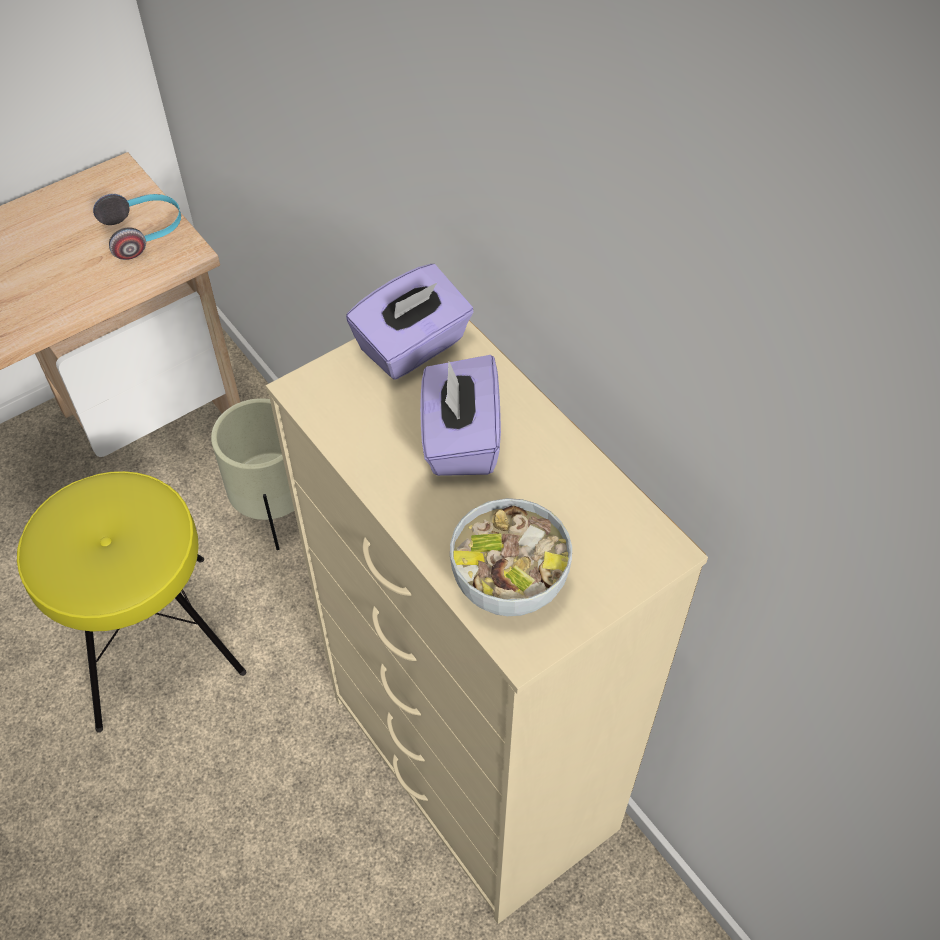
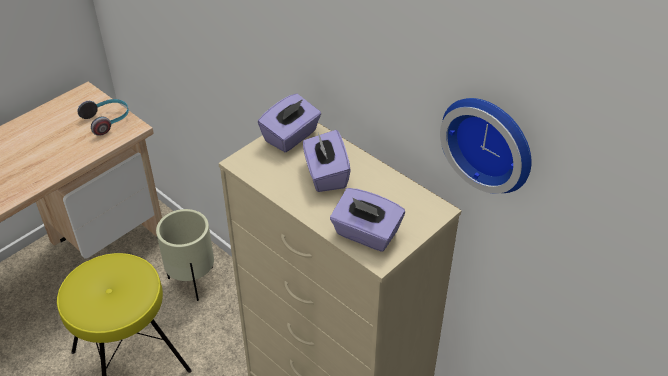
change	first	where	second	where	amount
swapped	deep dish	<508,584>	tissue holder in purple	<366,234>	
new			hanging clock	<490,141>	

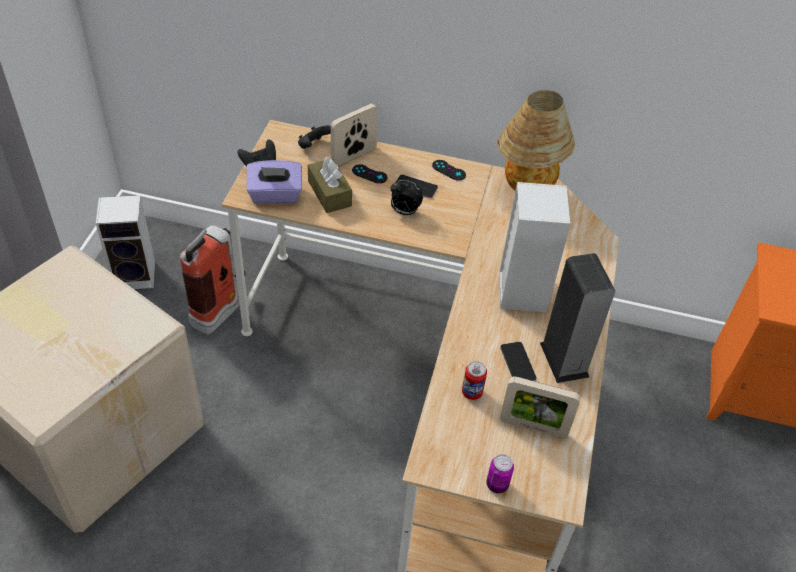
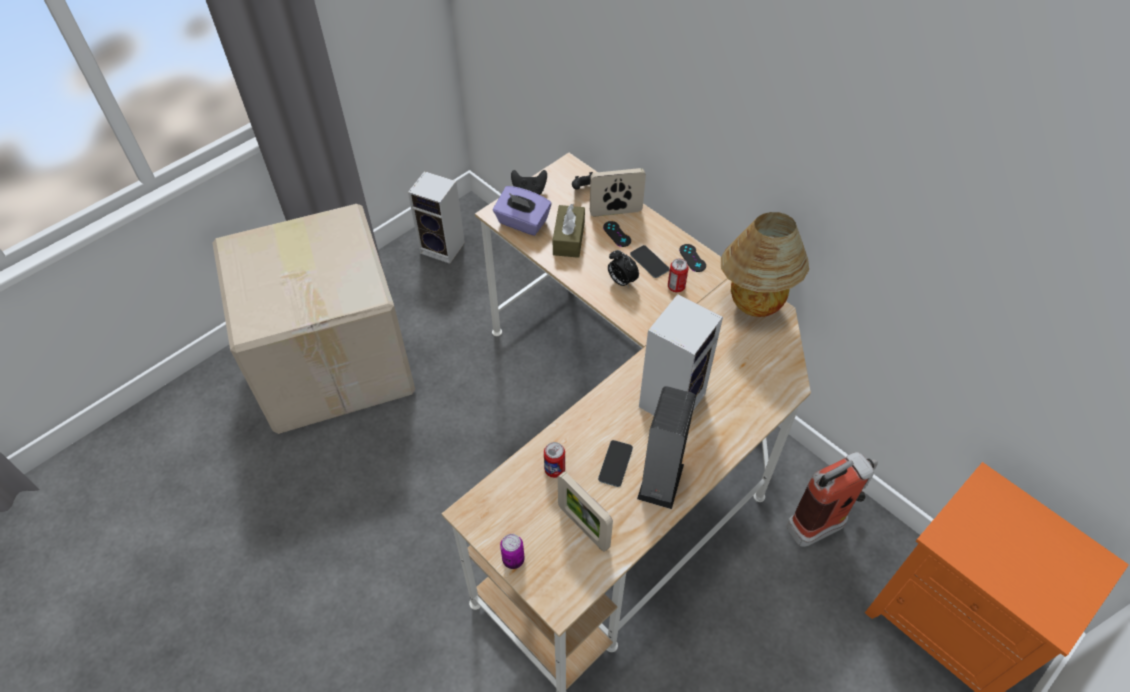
change	first	where	second	where	amount
shifted	fire extinguisher	<222,310>		<823,522>	
new			sealed can	<676,287>	

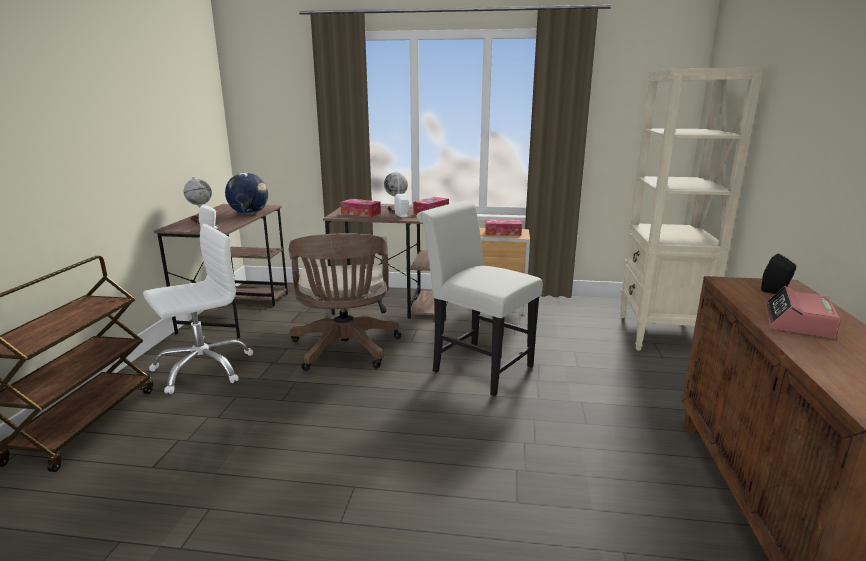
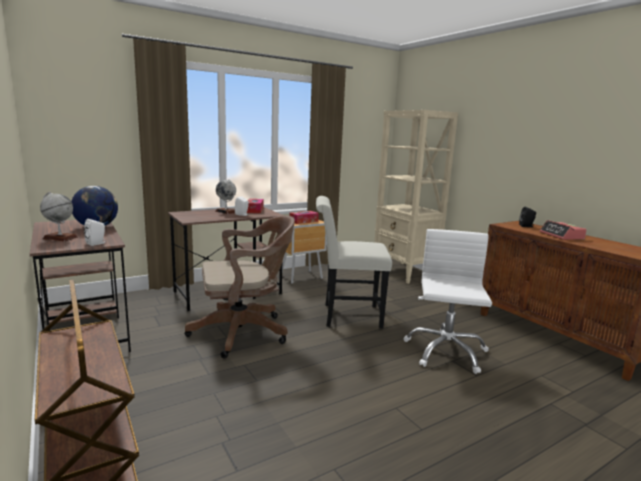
change	first	where	second	where	amount
shifted	computer chair in white	<203,368>		<445,351>	
rotated	computer chair in brownish	<345,350>		<244,332>	60 degrees counterclockwise
gone	tissue holder	<361,213>			

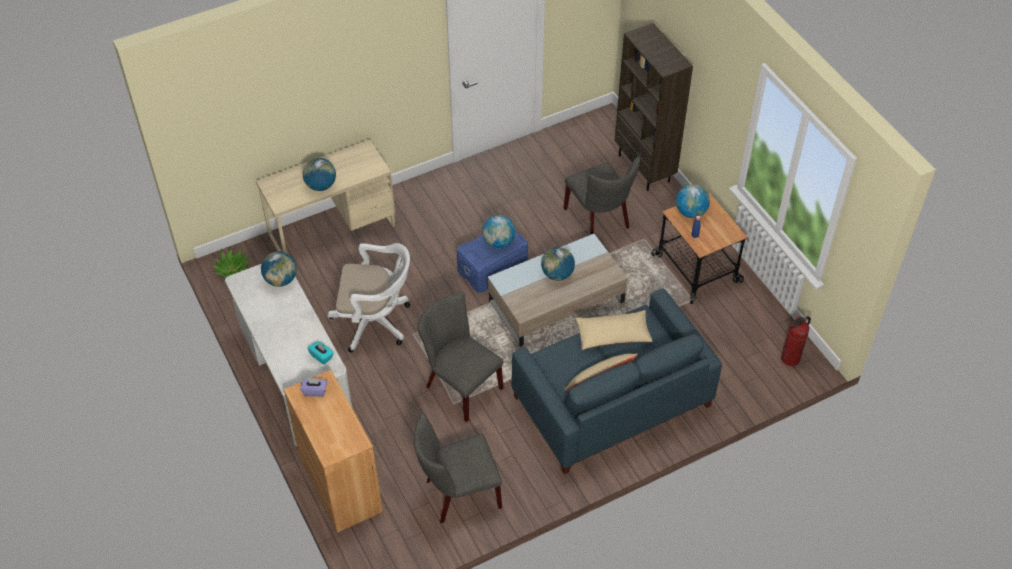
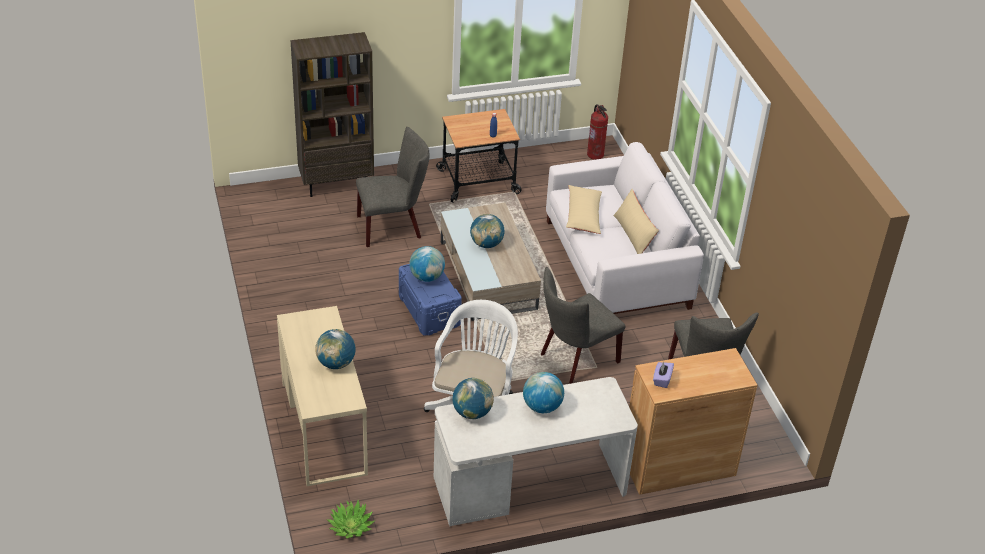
change	first	where	second	where	amount
gone	tissue holder in turquoise-coloured	<321,356>			
repainted	sofa in blue	<610,400>	sofa in white	<616,264>	
shifted	world globe	<691,212>		<542,406>	

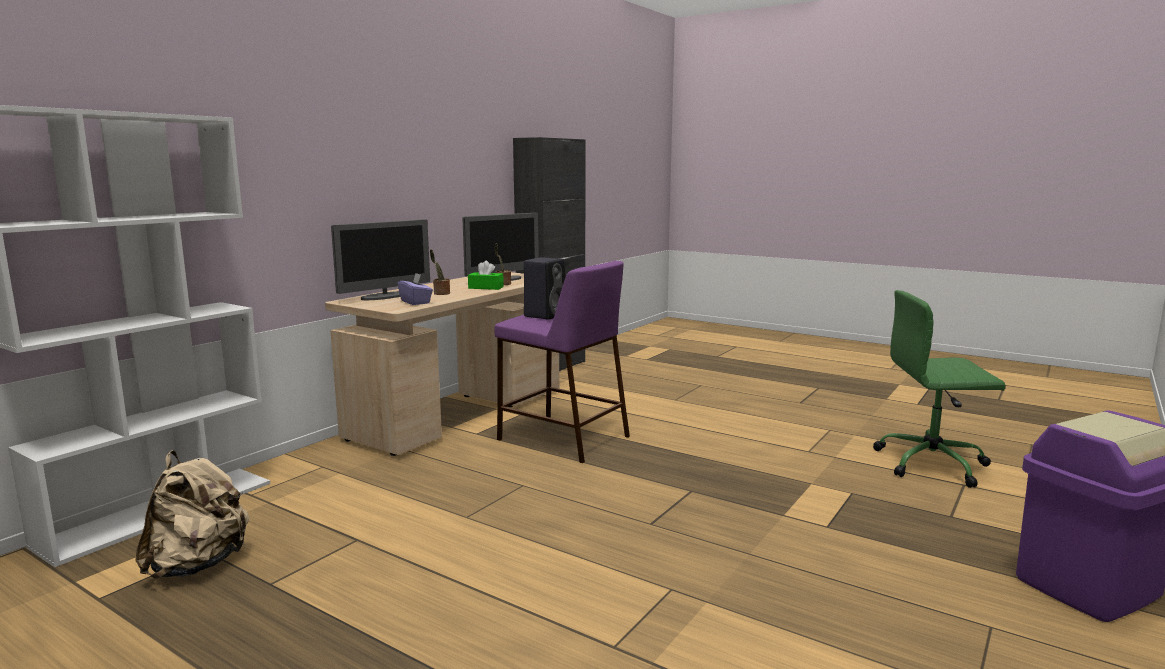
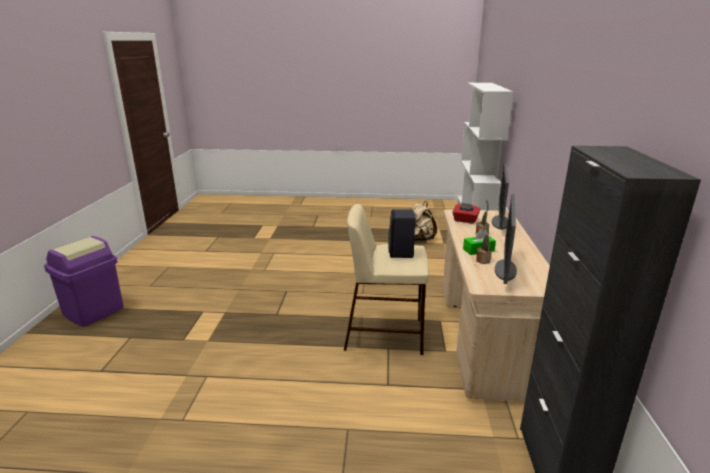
change	first	where	second	where	amount
repainted	tissue holder in purple	<416,302>	tissue holder in red-coloured	<465,220>	
repainted	stool in purple	<561,438>	stool in beige	<385,334>	
gone	computer chair in green	<933,464>			

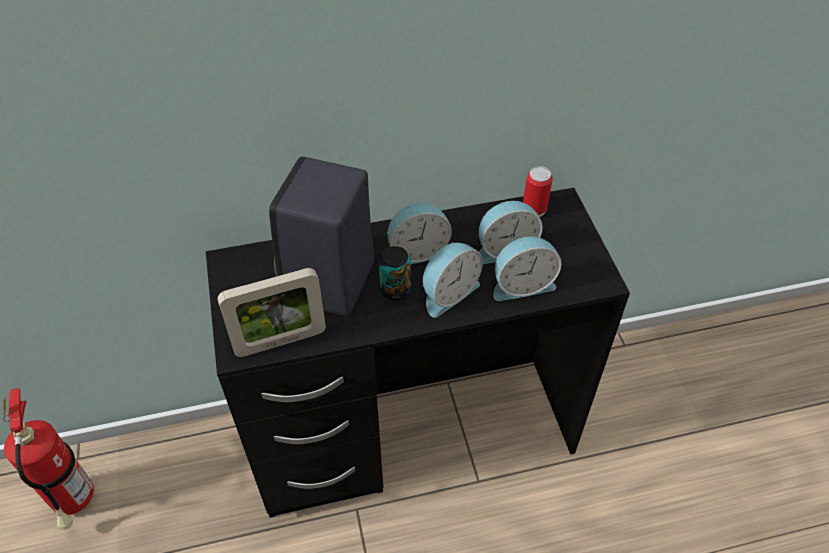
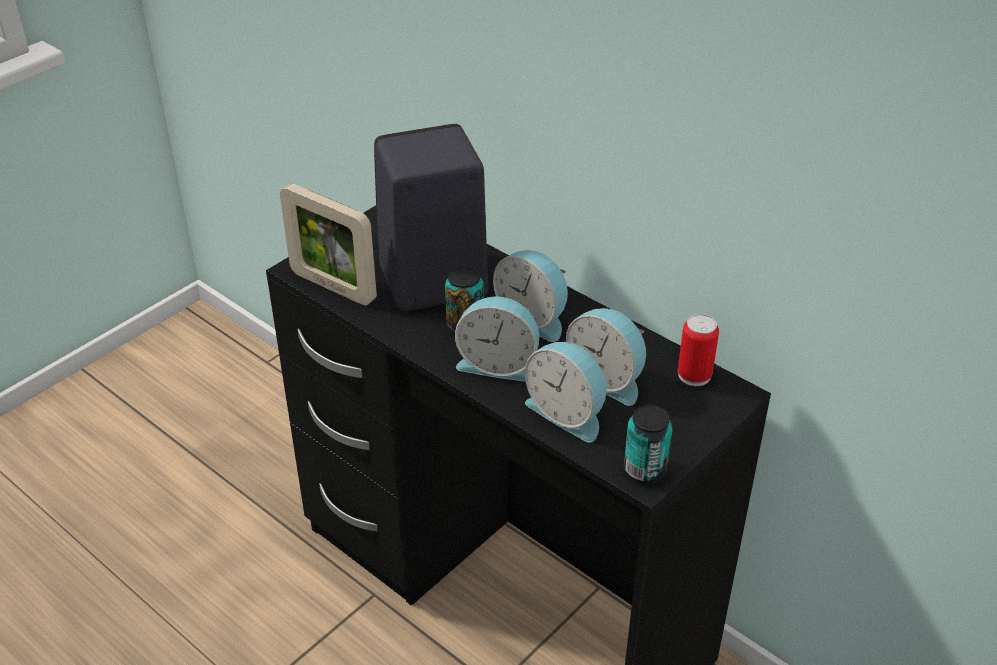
change	first	where	second	where	amount
gone	fire extinguisher	<74,503>			
new			sealed can	<645,470>	

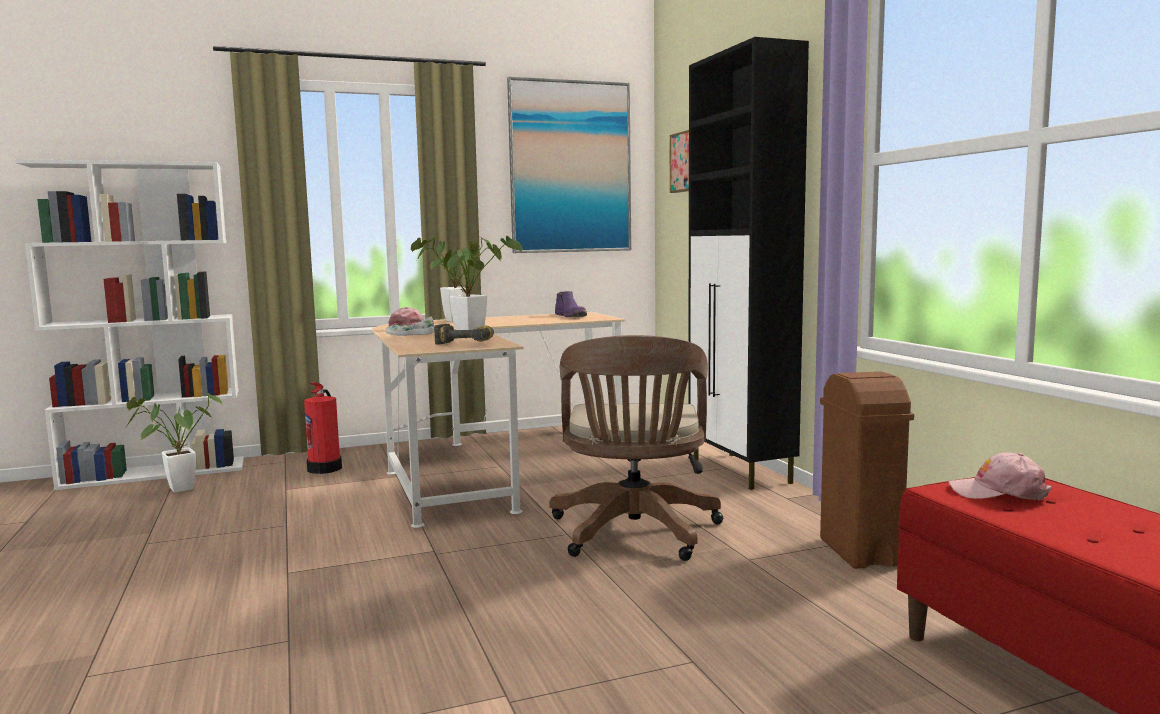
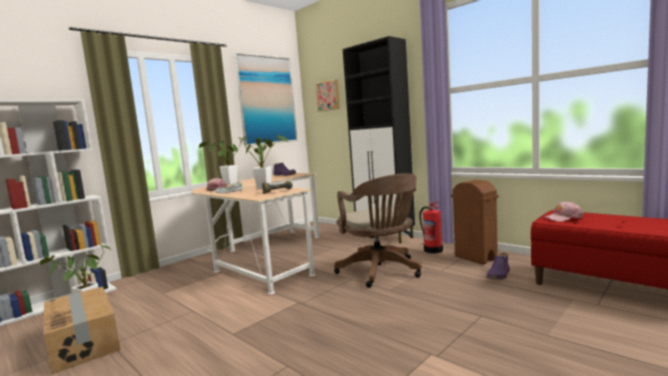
change	first	where	second	where	amount
shifted	fire extinguisher	<325,468>		<433,250>	
new			packing box	<84,342>	
new			boot in purple	<499,275>	

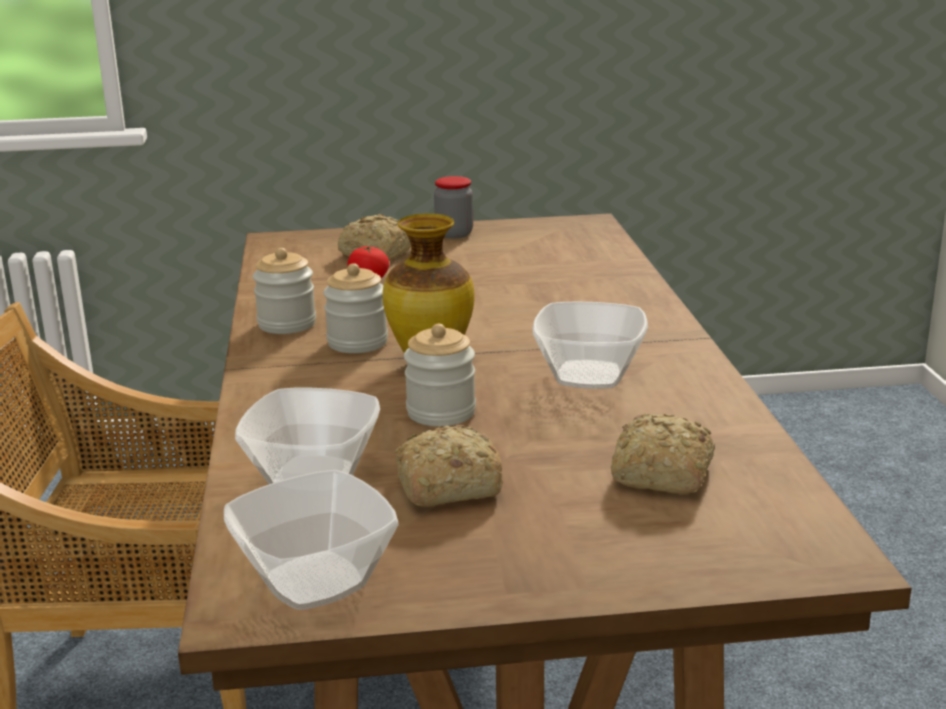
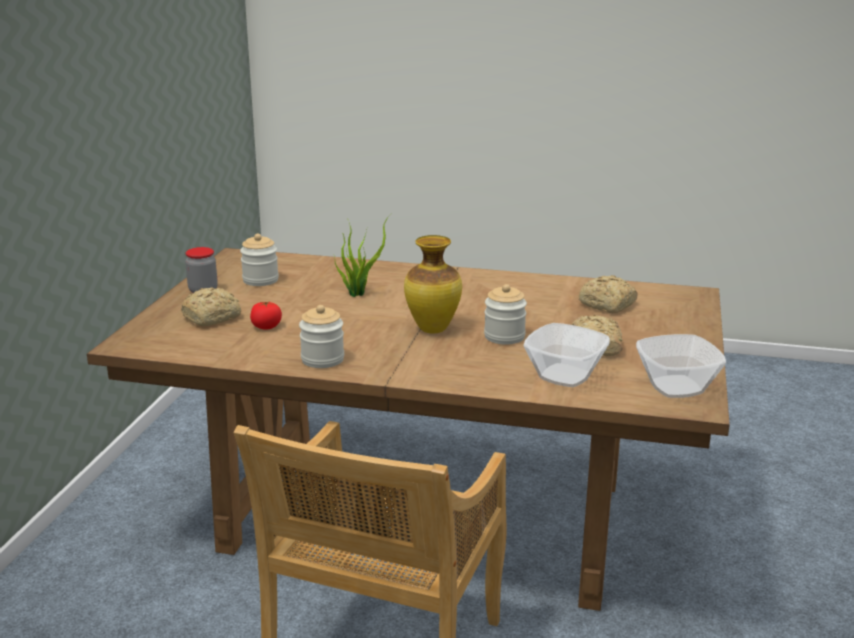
change	first	where	second	where	amount
shifted	jar	<357,342>		<260,280>	
gone	deep dish	<587,376>			
new			houseplant	<359,293>	

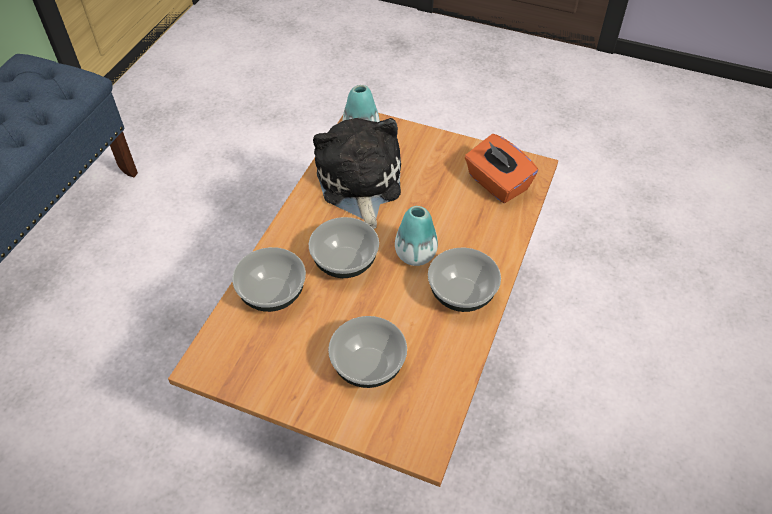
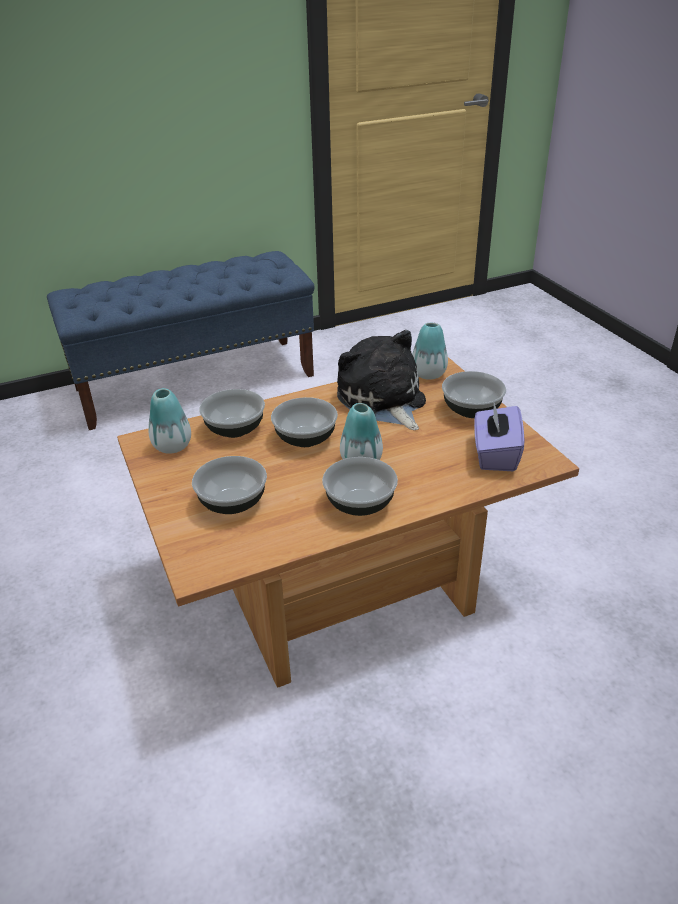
change	first	where	second	where	amount
rotated	soft toy	<359,184>		<382,401>	60 degrees counterclockwise
repainted	tissue holder in orangey	<497,183>	tissue holder in purple	<495,454>	
new			decorative vase	<172,446>	
new			deep dish	<471,410>	

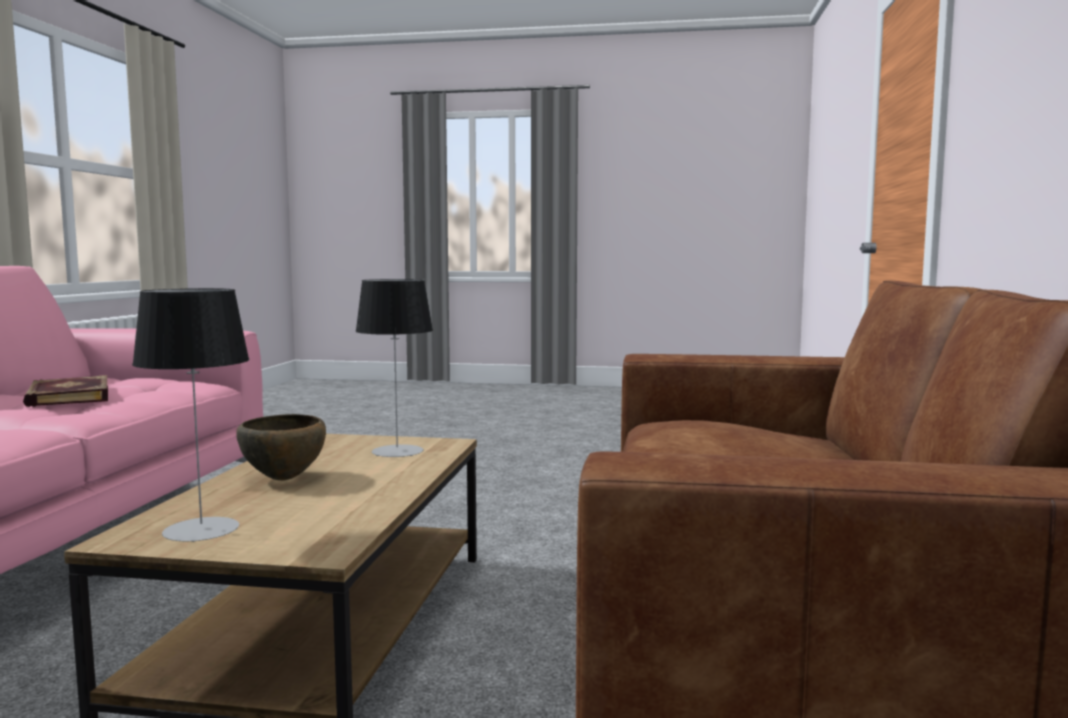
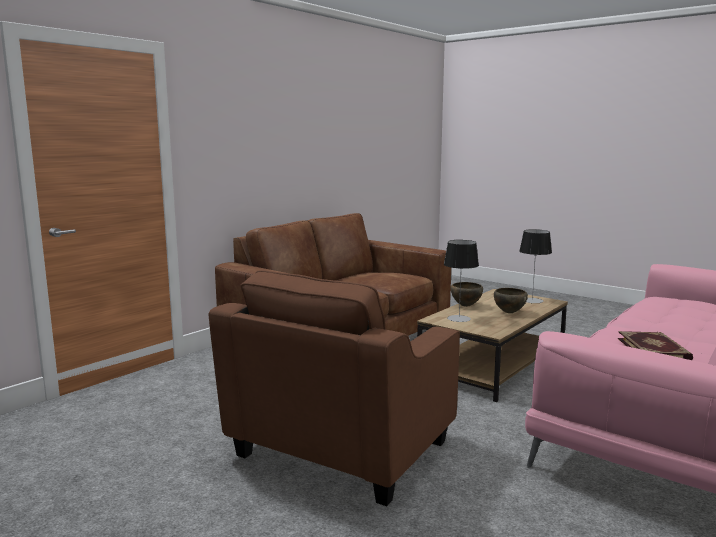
change	first	where	second	where	amount
new			lounge chair in brownish	<340,449>	
new			deep dish in brownish	<465,306>	

